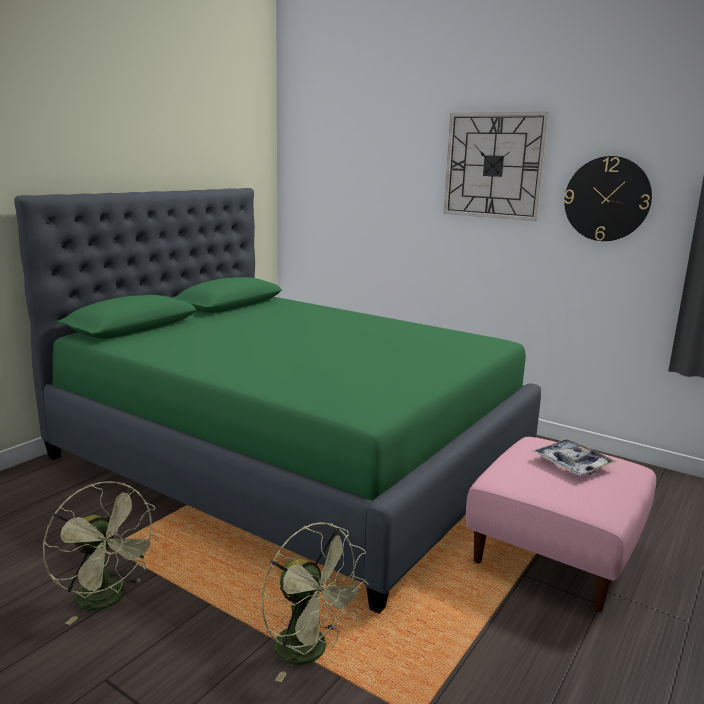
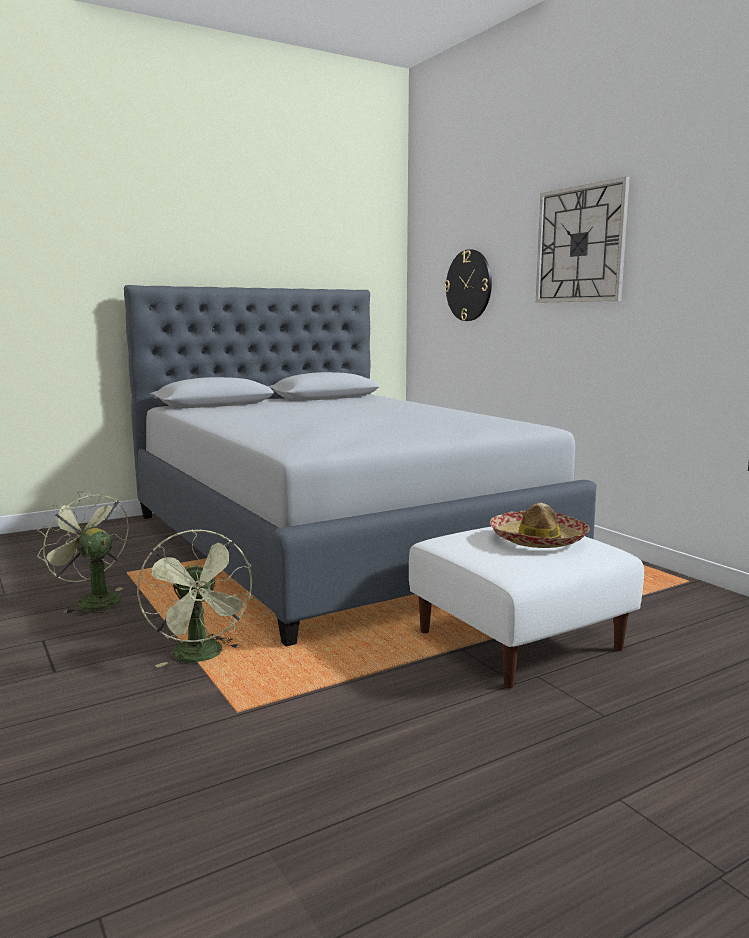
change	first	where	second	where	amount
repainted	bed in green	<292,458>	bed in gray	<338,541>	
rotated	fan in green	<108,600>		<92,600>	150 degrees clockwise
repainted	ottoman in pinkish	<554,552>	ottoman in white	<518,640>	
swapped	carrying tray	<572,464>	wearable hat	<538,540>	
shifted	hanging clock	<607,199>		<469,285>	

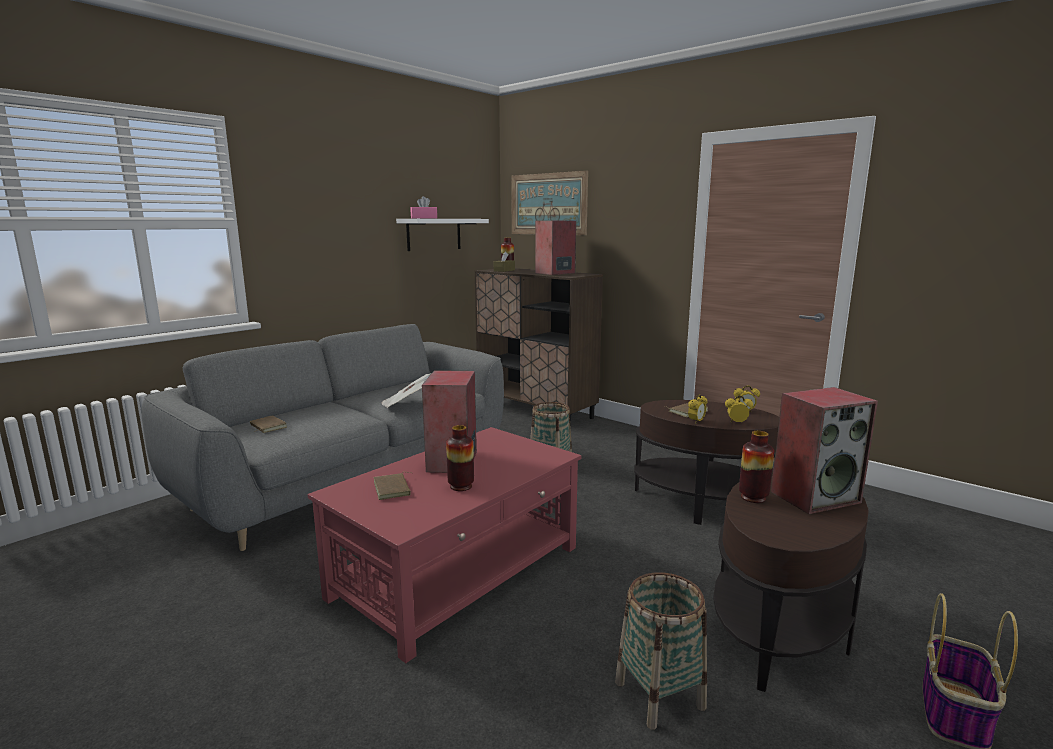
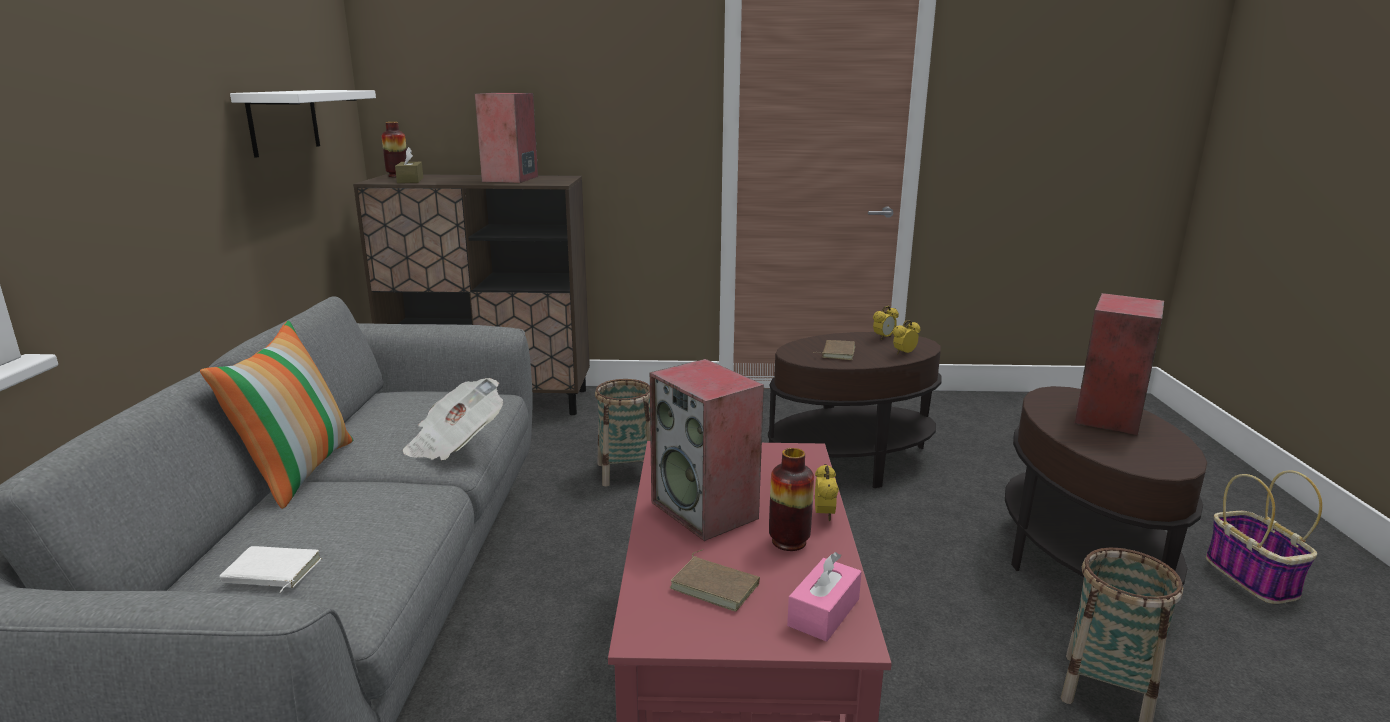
change	first	where	second	where	amount
repainted	book in brownish	<267,427>	book in white	<270,573>	
shifted	tissue holder in pinkish	<424,218>		<824,612>	
gone	wall picture	<548,204>			
shifted	table clock	<696,422>		<824,515>	
gone	decorative vase	<753,497>			
new			pillow	<297,471>	

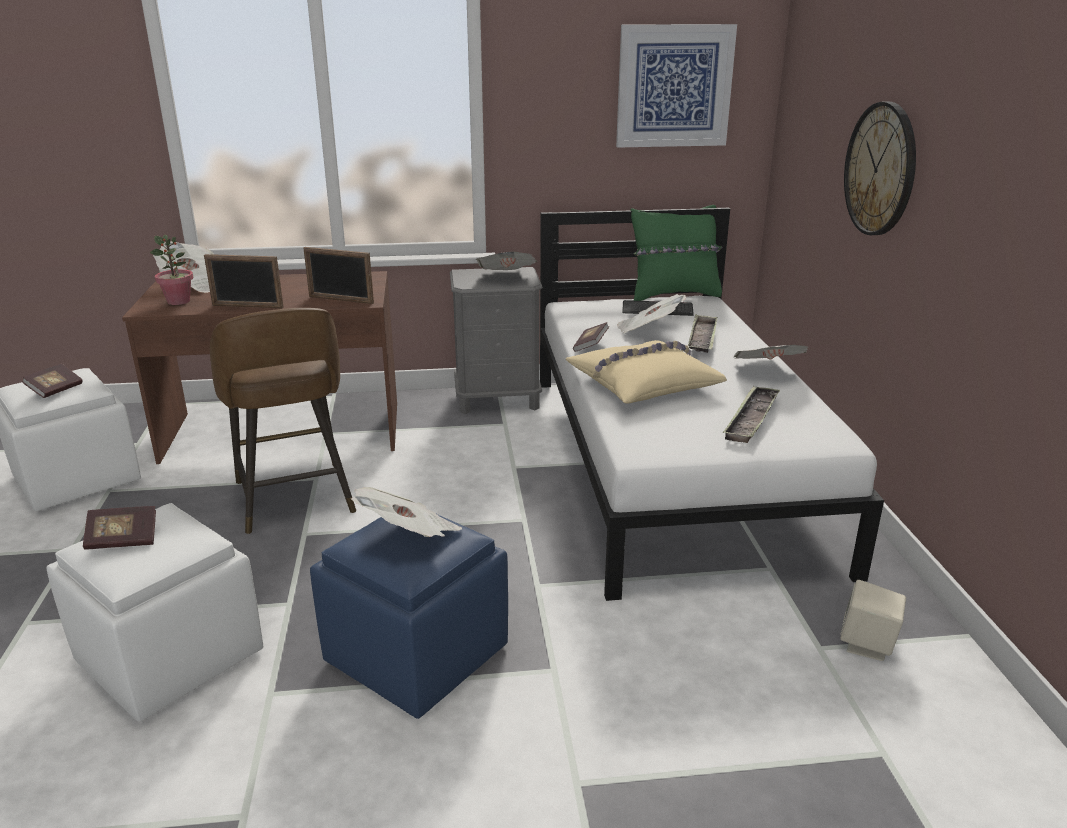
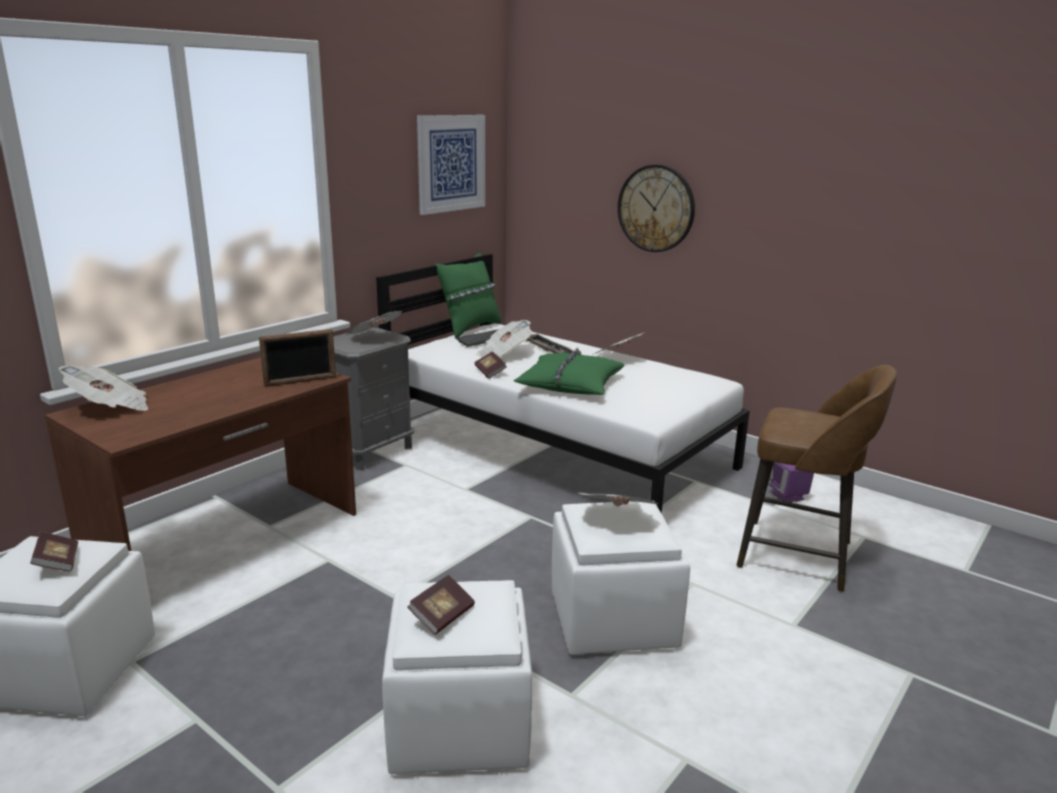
change	first	where	second	where	amount
gone	houseplant	<179,301>			
gone	photo frame	<247,306>			
shifted	stool in brownish	<295,499>		<799,555>	
repainted	ottoman in blue	<419,654>	ottoman in white	<613,619>	
repainted	pillow in beige	<643,383>	pillow in green	<570,384>	
gone	carrying tray	<751,419>			
repainted	speaker in beige	<867,645>	speaker in purple	<788,496>	

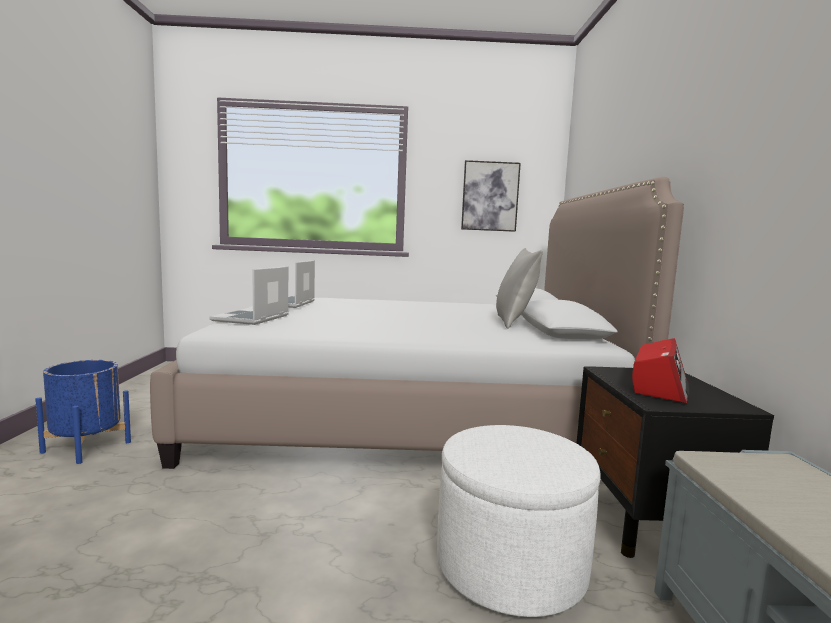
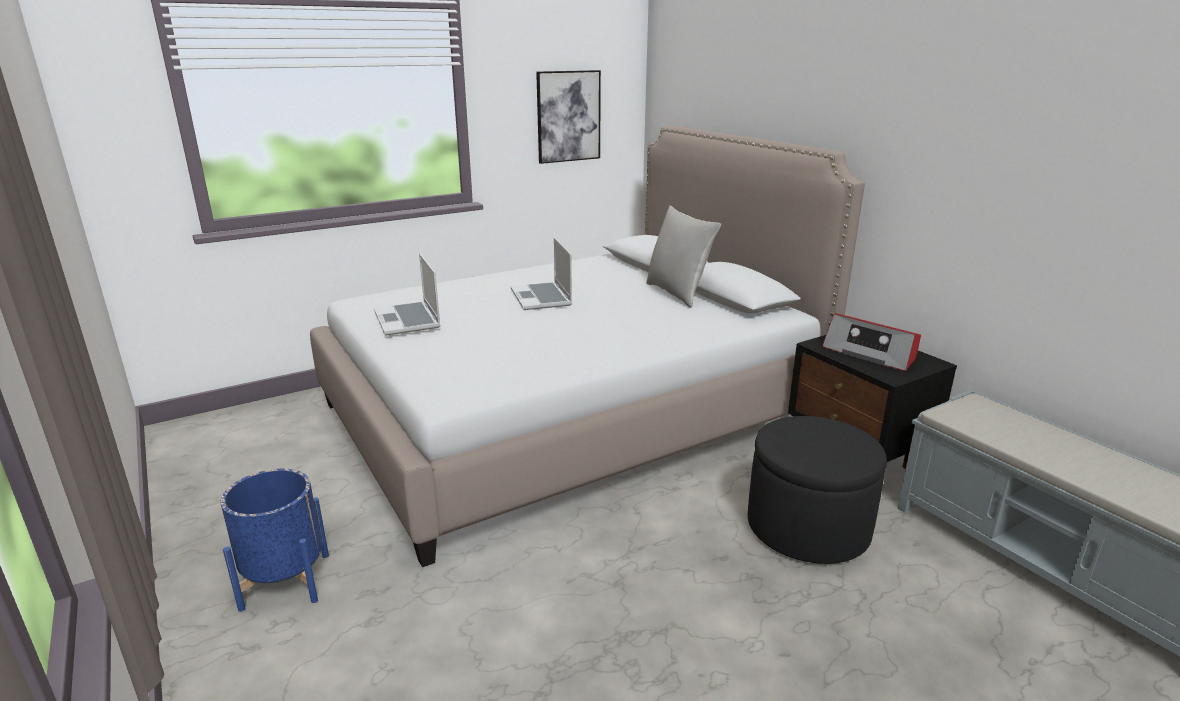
change	first	where	second	where	amount
shifted	laptop	<252,318>		<542,298>	
repainted	ottoman in white	<510,565>	ottoman in blackish	<807,527>	
rotated	radio	<659,385>		<870,353>	135 degrees clockwise

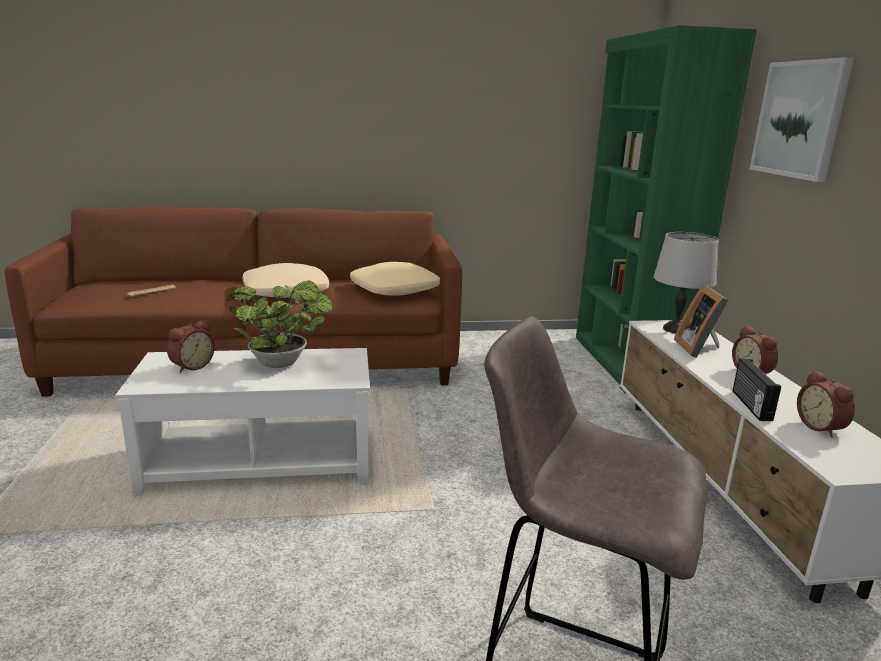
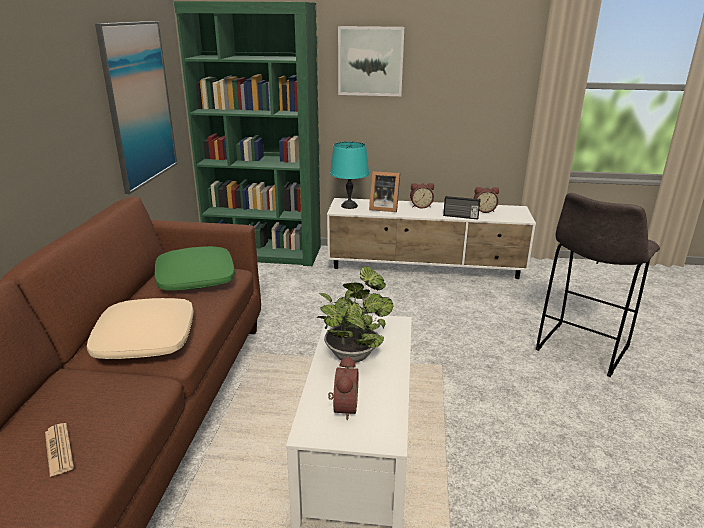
change	first	where	second	where	amount
rotated	table clock	<191,366>		<343,407>	45 degrees clockwise
repainted	pillow in beige	<394,289>	pillow in green	<195,278>	
repainted	tabletop lamp in gray	<676,329>	tabletop lamp in turquoise-coloured	<349,206>	
new			wall picture	<139,104>	

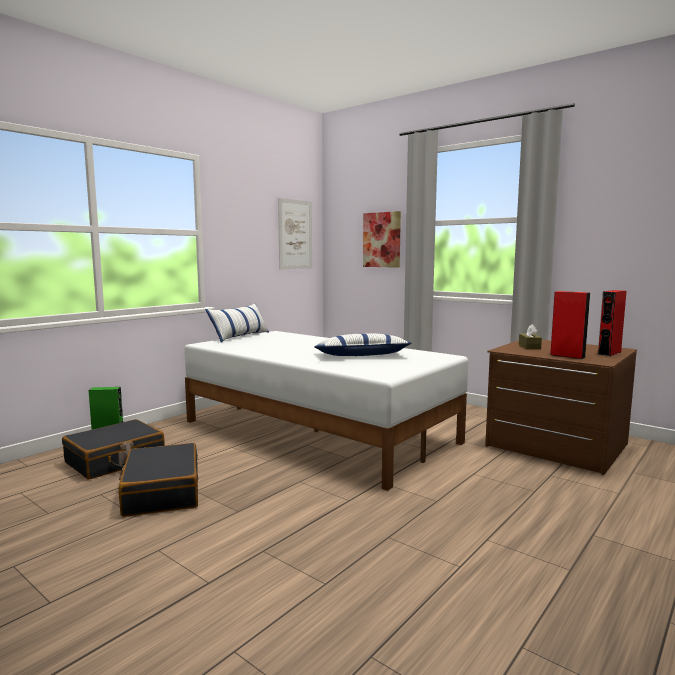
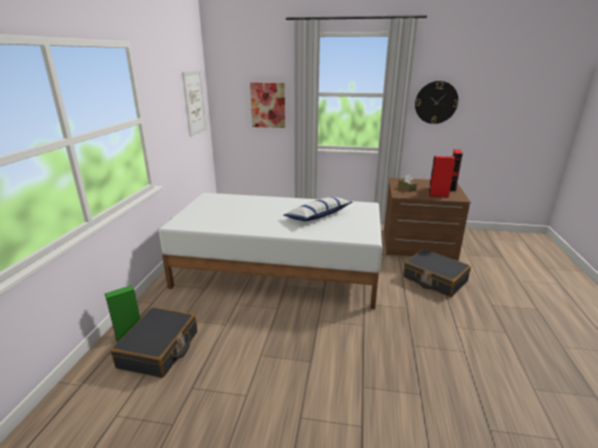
change	first	where	second	where	amount
shifted	piece of luggage in blackish	<161,492>		<434,279>	
gone	pillow	<240,336>			
new			hanging clock	<436,102>	

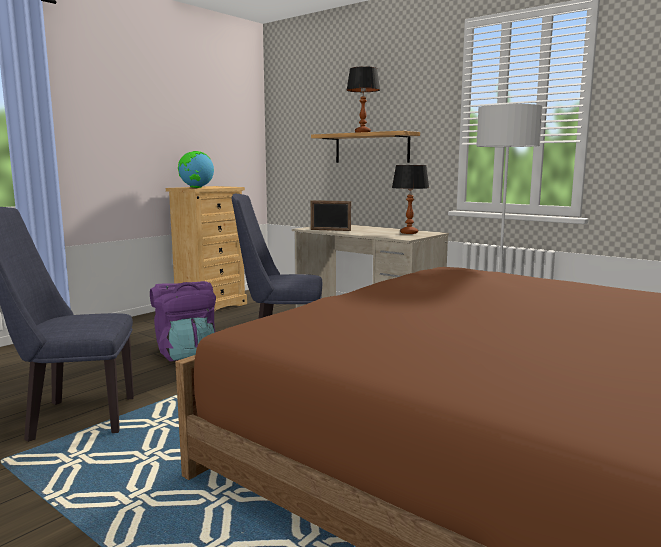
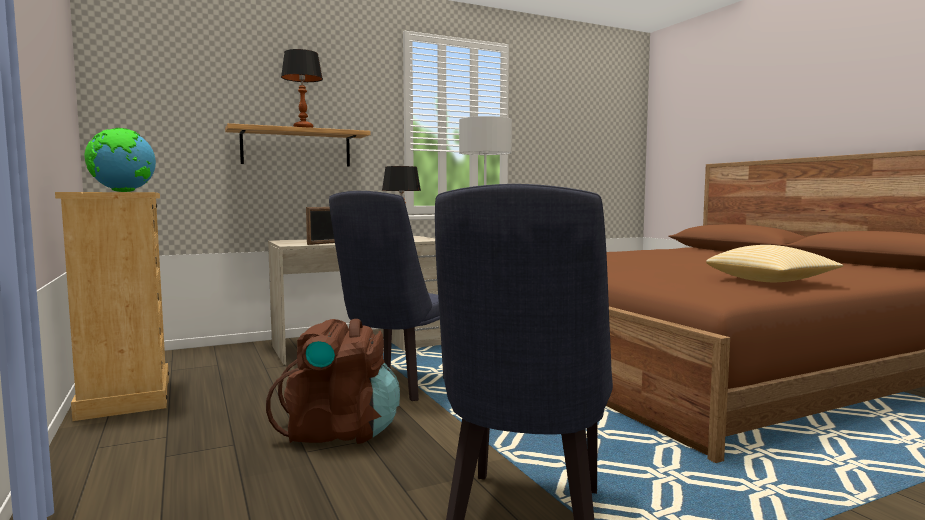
change	first	where	second	where	amount
repainted	rucksack in purple	<186,353>	rucksack in brownish	<339,432>	
new			pillow	<770,281>	

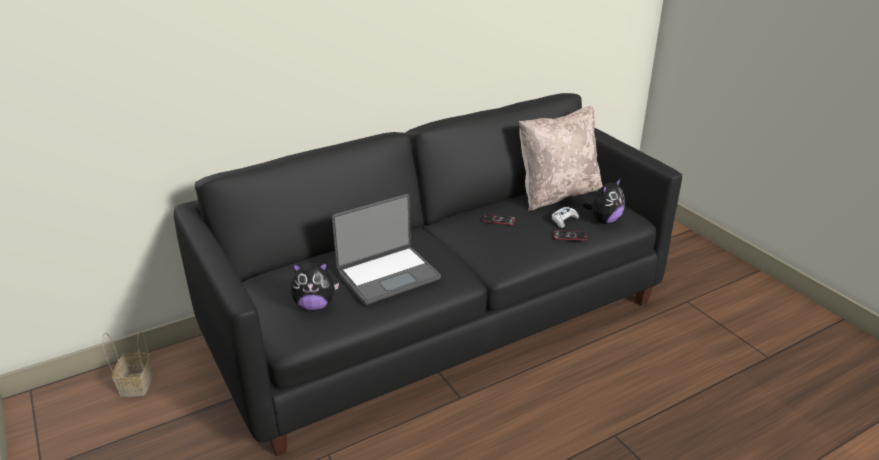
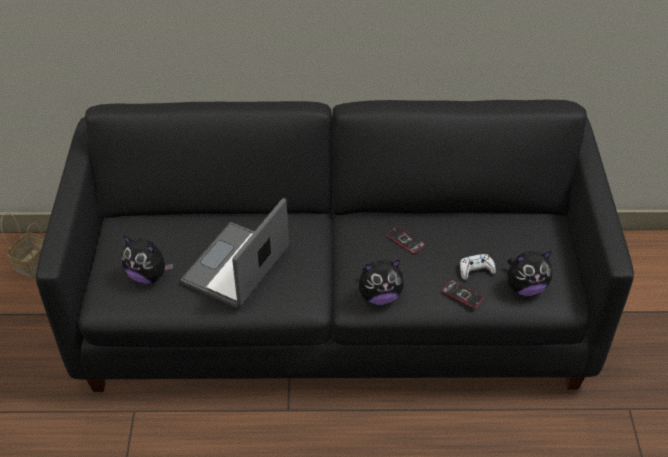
change	first	where	second	where	amount
rotated	laptop	<387,275>		<237,267>	120 degrees clockwise
gone	pillow in beige	<557,194>			
new			soft toy	<379,296>	

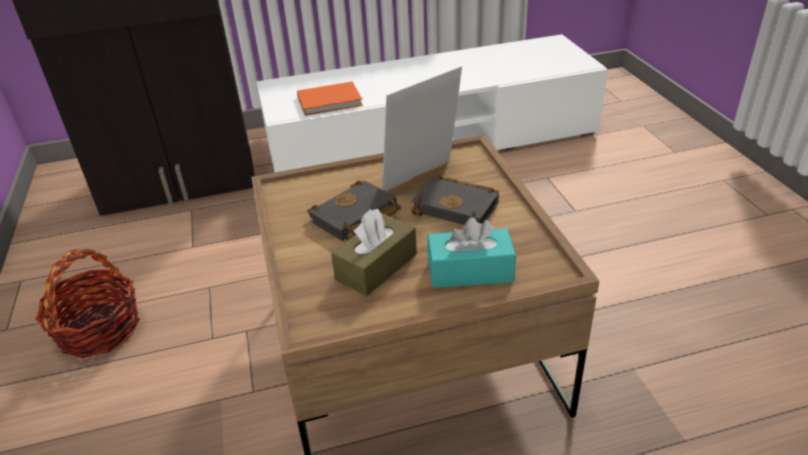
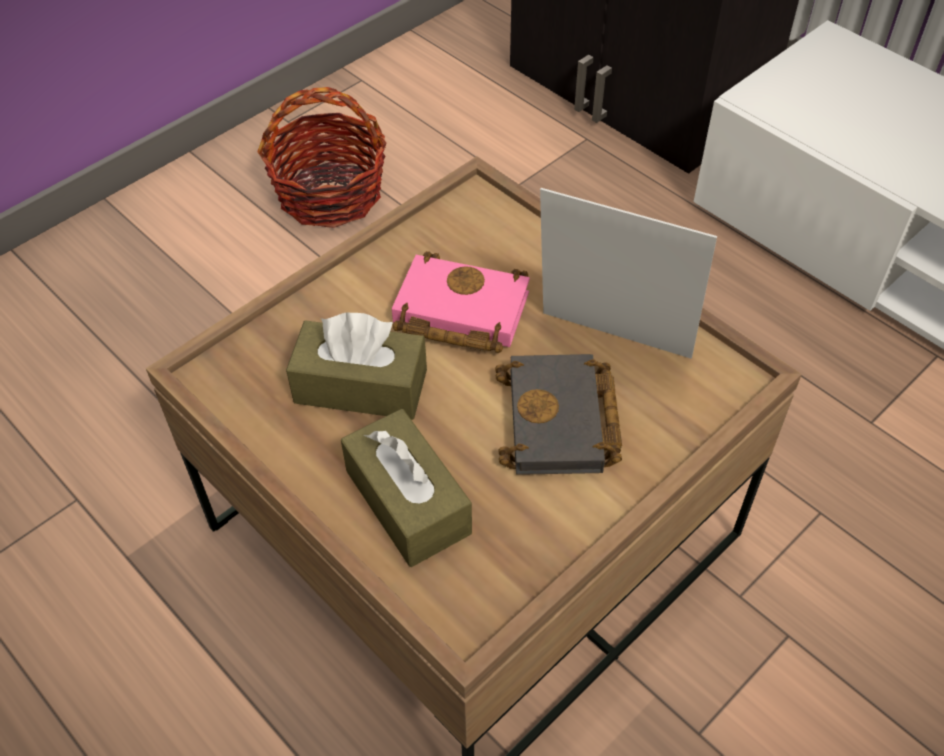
change	first	where	second	where	amount
gone	book in orangey	<331,101>			
repainted	book in blackish	<355,218>	book in pinkish	<456,313>	
repainted	tissue holder in turquoise-coloured	<470,271>	tissue holder in brownish	<408,501>	

